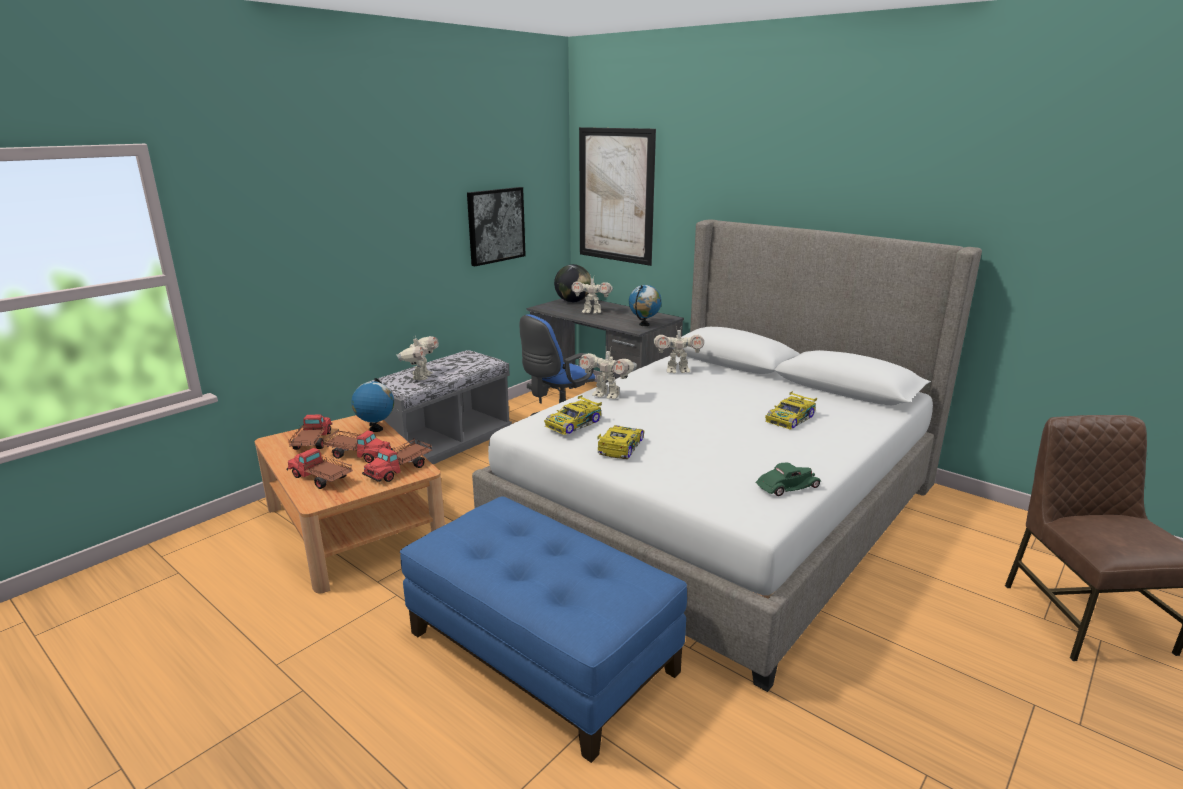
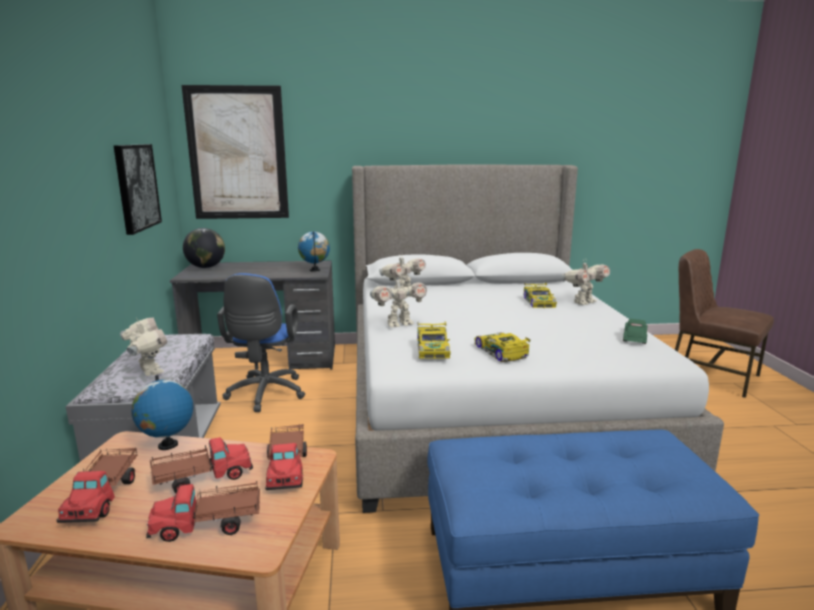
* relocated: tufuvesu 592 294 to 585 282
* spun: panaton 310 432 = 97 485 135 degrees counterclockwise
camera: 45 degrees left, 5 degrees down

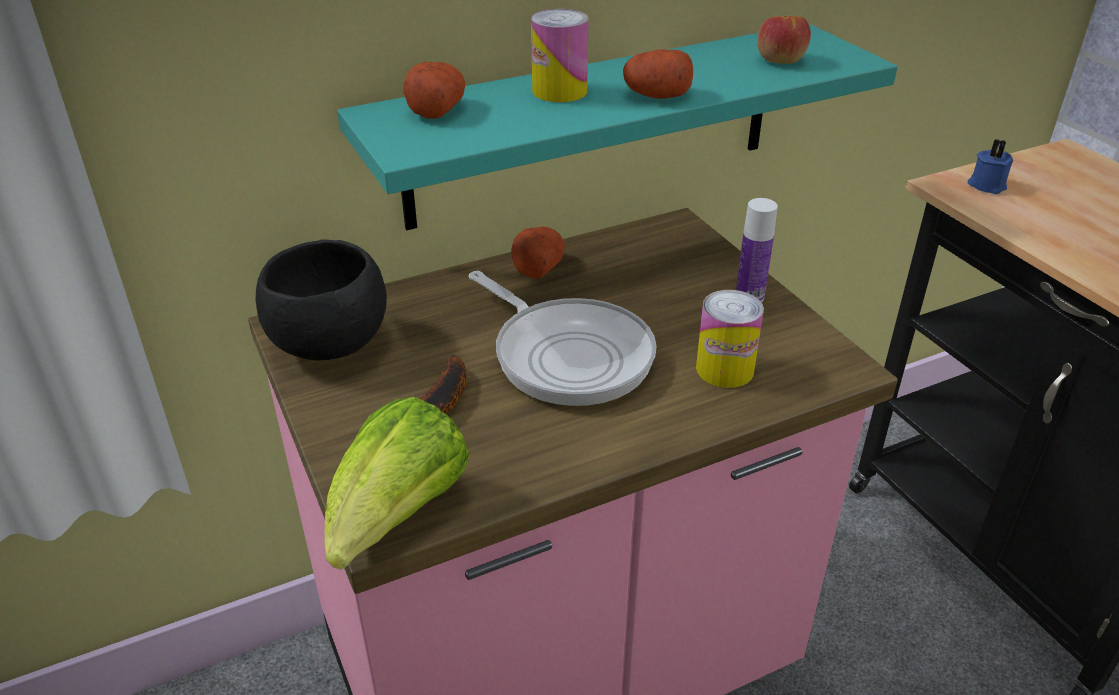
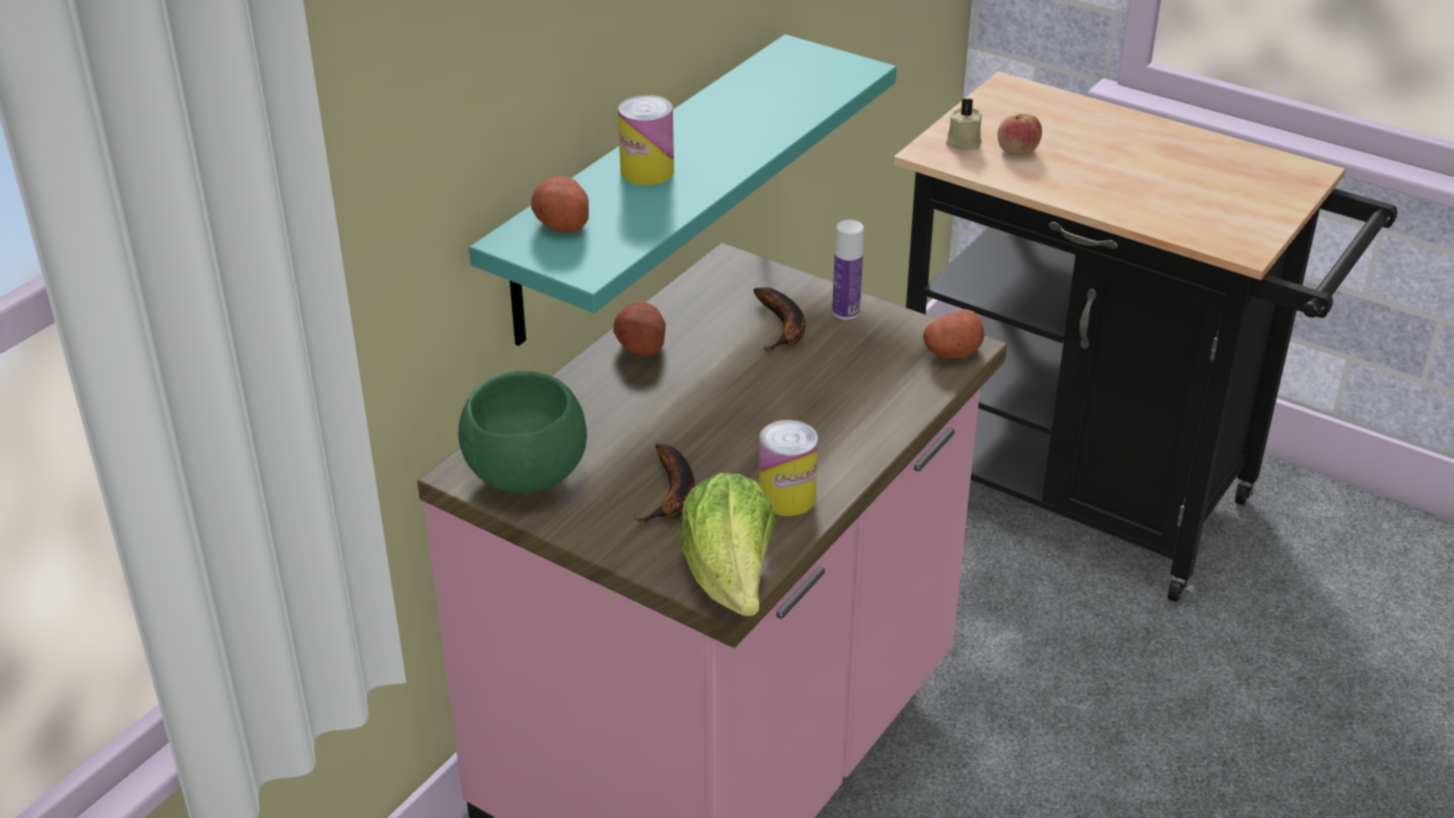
* missing: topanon 562 338
* appeared: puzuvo 779 319
* relocated: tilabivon 658 74 to 953 333
* relocated: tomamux 730 339 to 788 468
* relocated: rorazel 784 40 to 1019 134
* colour: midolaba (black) 321 299 to midolaba (green) 522 432
* colour: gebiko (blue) 990 166 to gebiko (beige) 964 124
camera: 30 degrees left, 0 degrees up

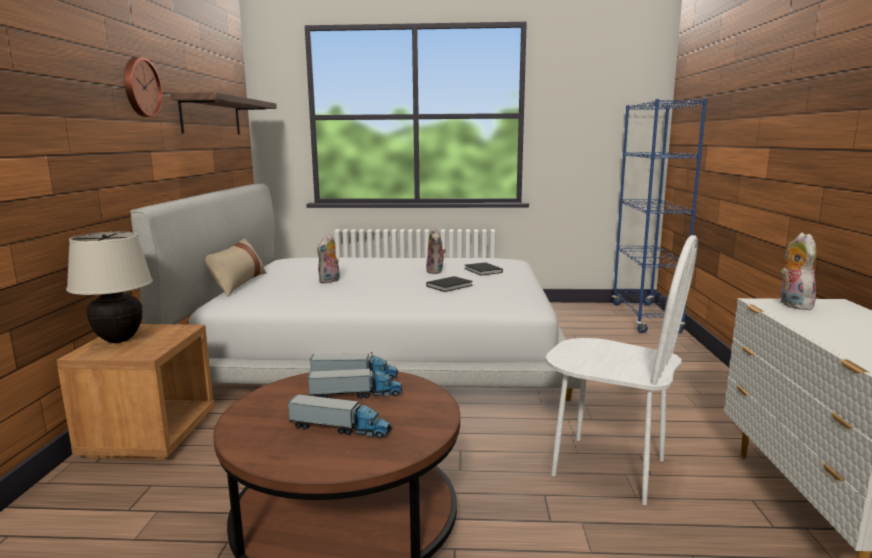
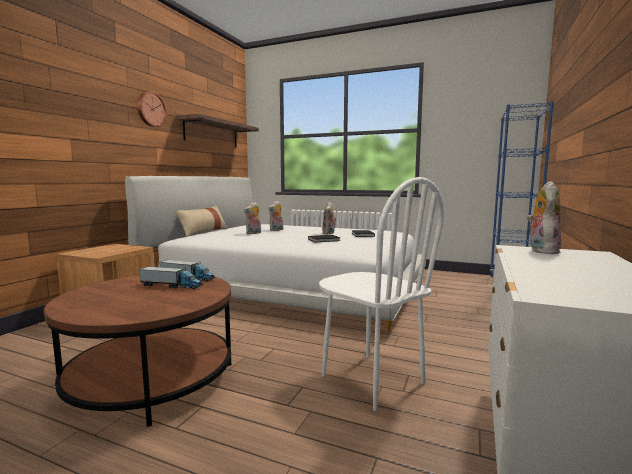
* missing: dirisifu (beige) 109 287
* missing: panaton 339 416
* appeared: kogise 275 216
camera: 20 degrees right, 5 degrees down

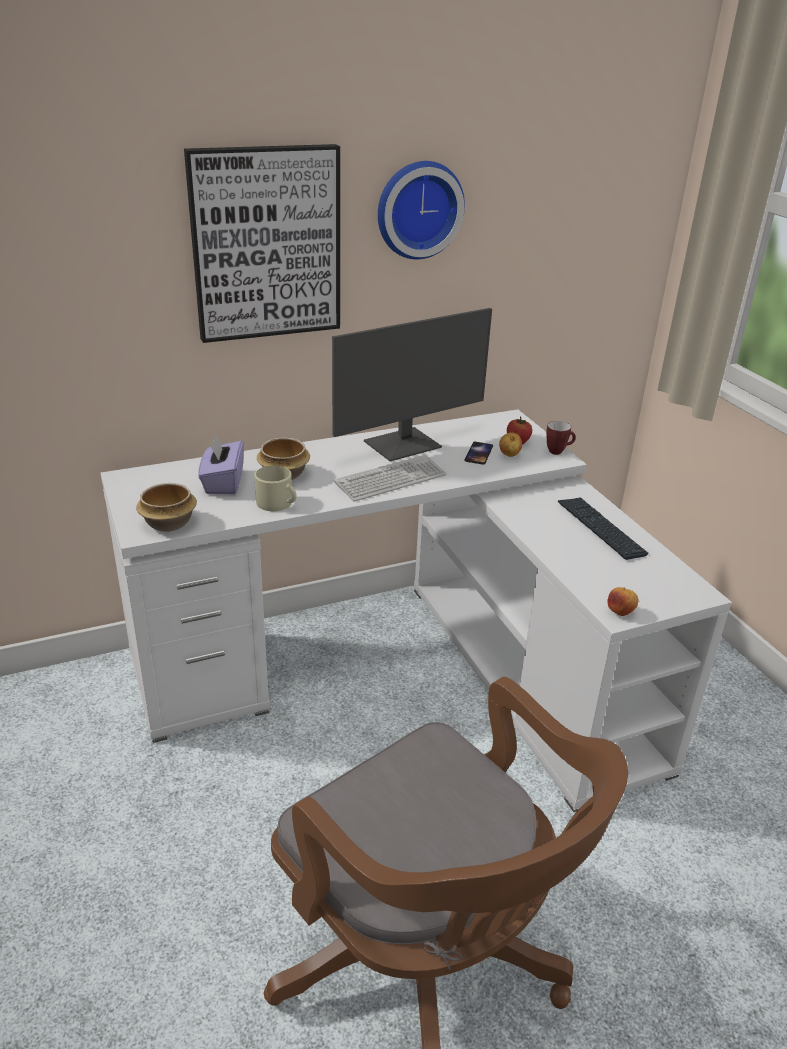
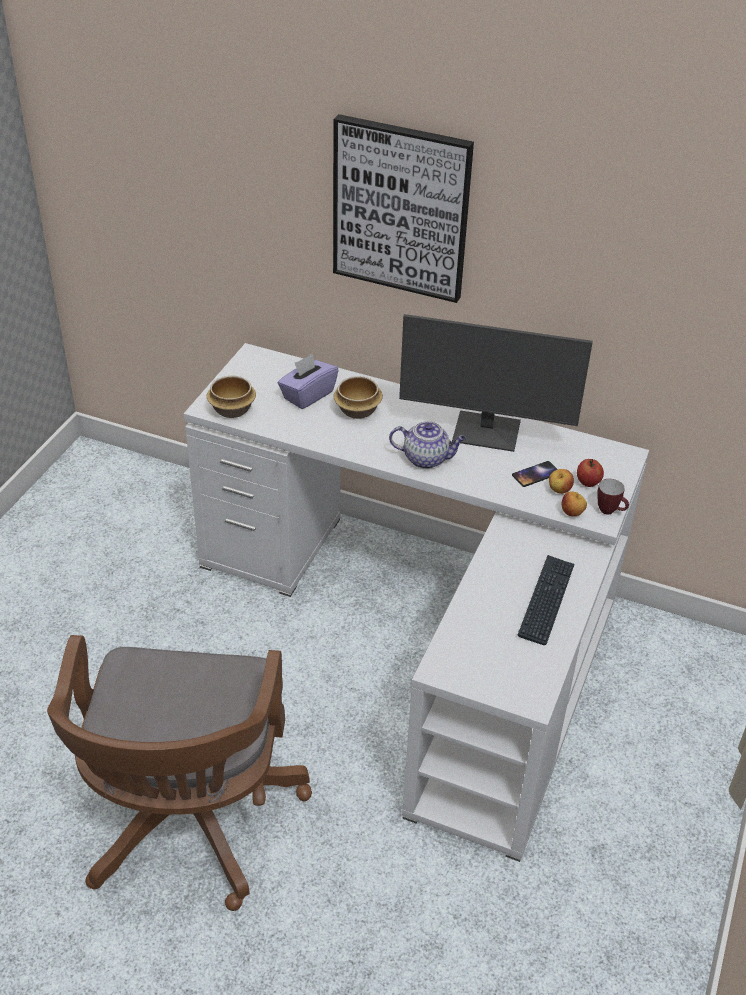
* missing: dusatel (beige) 275 488
* missing: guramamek 421 210
* relocated: rorazel 622 601 to 574 503
* exchanged: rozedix 390 478 to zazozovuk 427 445
camera: 45 degrees right, 10 degrees up

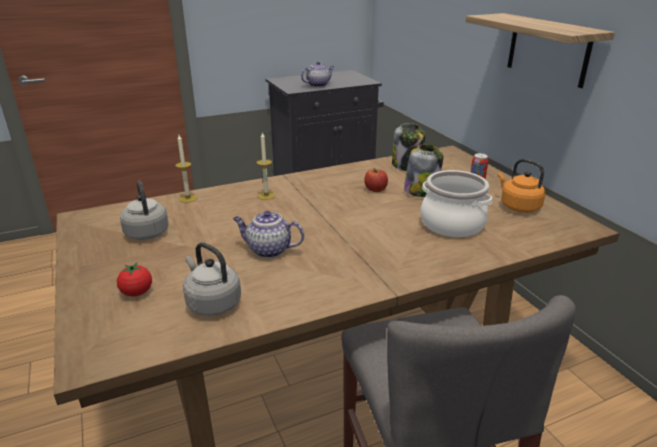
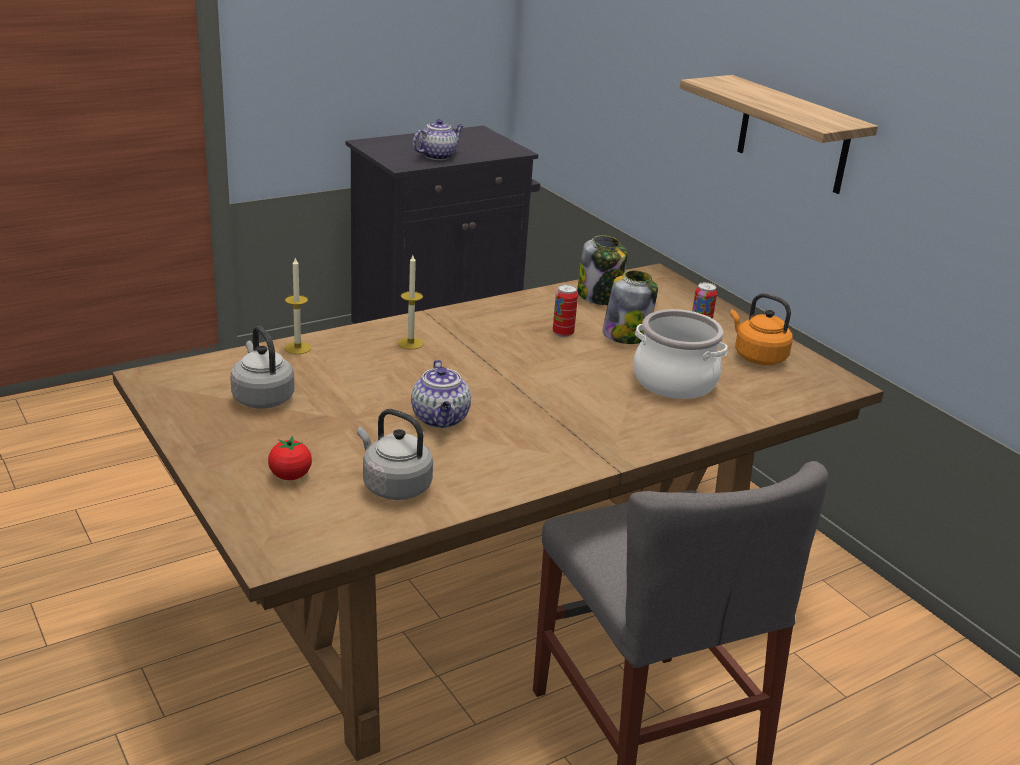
* exchanged: rorazel 376 180 to tomamux 565 310
* spun: zazozovuk 268 234 = 441 394 105 degrees counterclockwise
camera: 10 degrees left, 0 degrees up

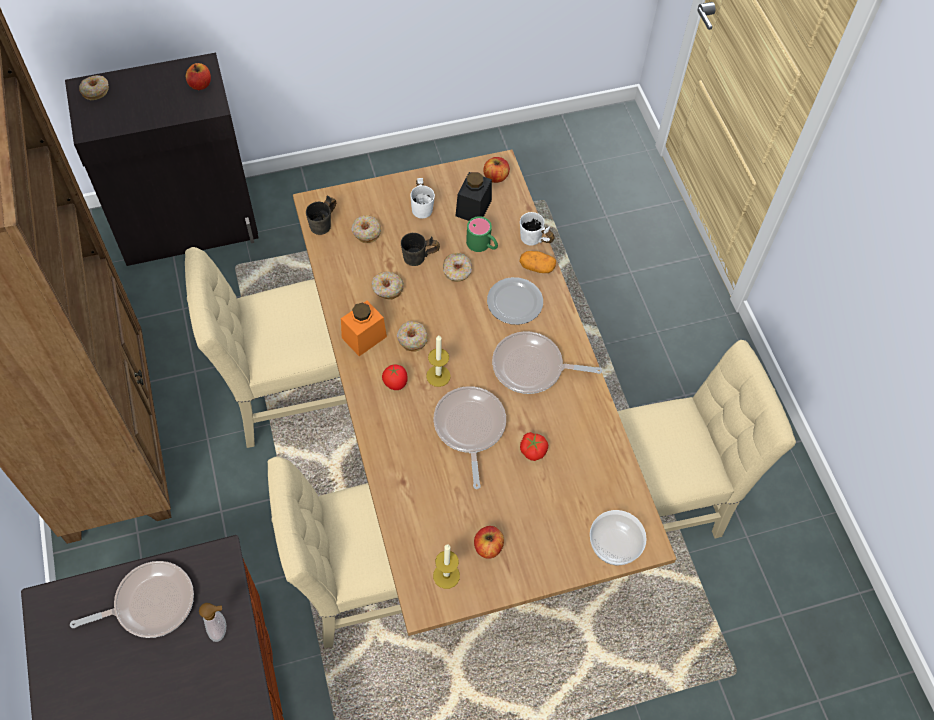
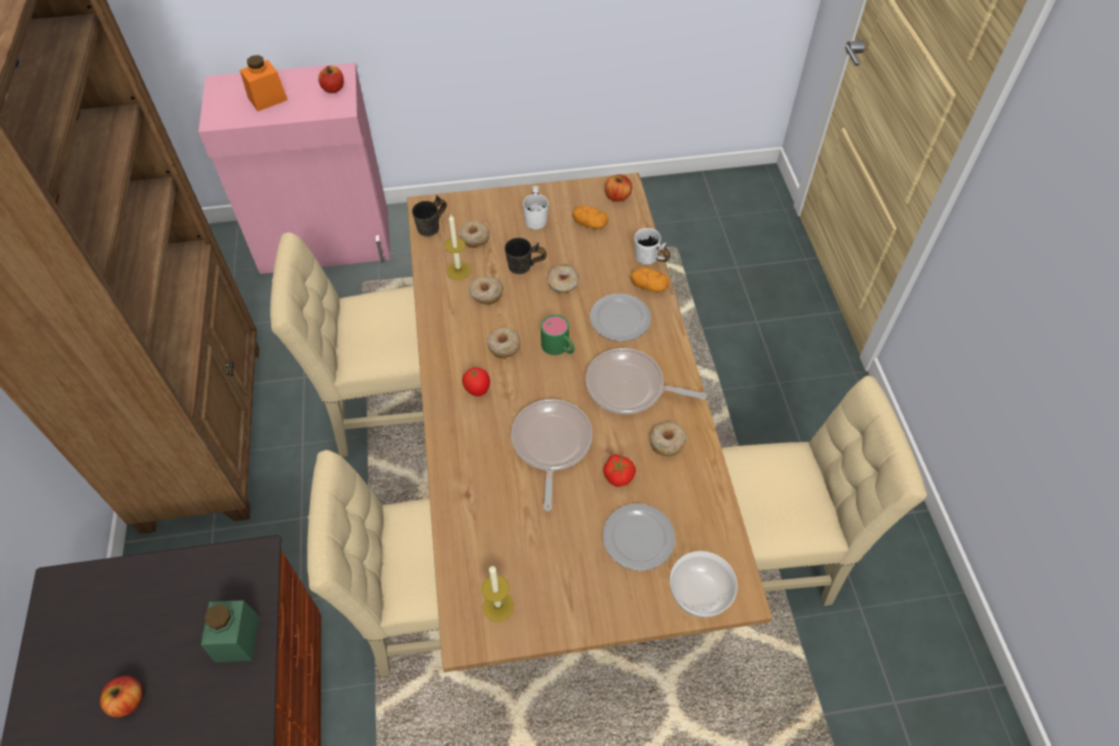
* missing: topanon 132 599
* appeared: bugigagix 639 537
* relocated: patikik 94 87 to 668 439
* relocated: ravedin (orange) 364 328 to 263 83
* relocated: gebiko 438 361 to 457 247
* relocated: dusatel (green) 482 234 to 558 335
* relocated: rorazel 489 542 to 121 696
* exchanged: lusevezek 212 622 to ravedin (green) 230 631
* exchanged: ravedin (black) 474 196 to tilabivon 590 217
* colour: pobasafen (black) 161 159 to pobasafen (pink) 294 168
camera: 10 degrees right, 5 degrees down

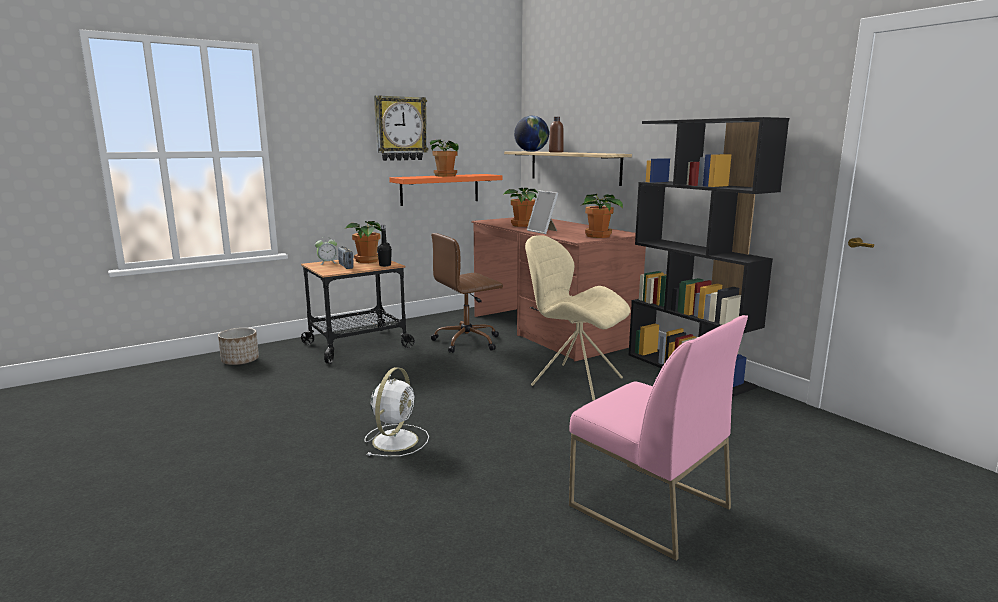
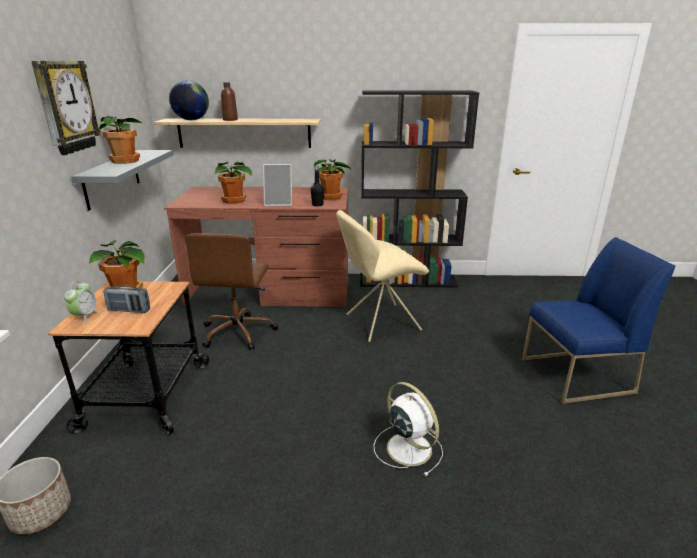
* relocated: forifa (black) 384 246 to 317 186
* colour: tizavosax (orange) 446 190 to tizavosax (grey) 122 180
* colour: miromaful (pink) 658 438 to miromaful (blue) 598 320
camera: 55 degrees left, 10 degrees up

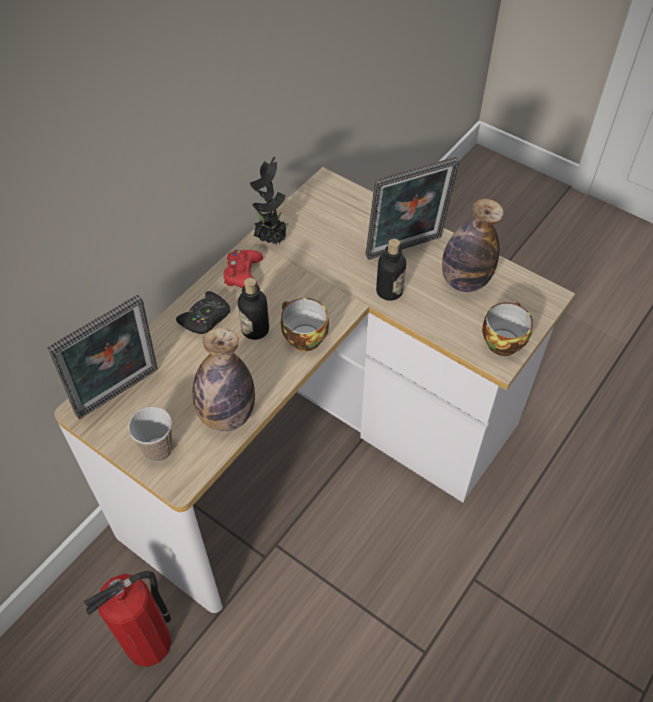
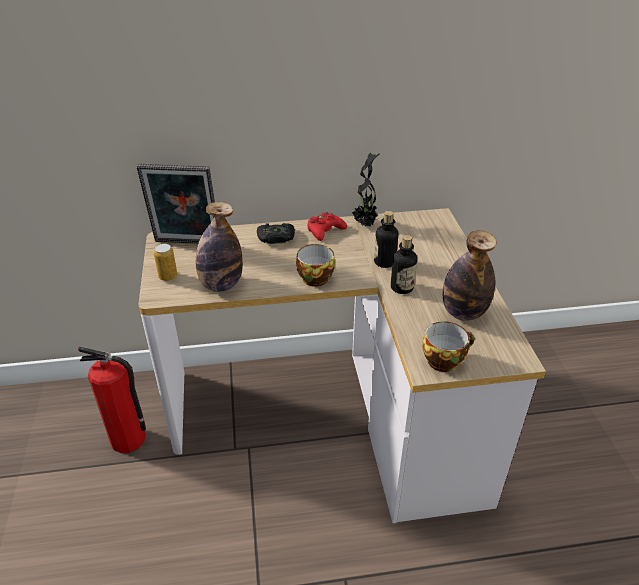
* missing: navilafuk 413 208
* relocated: forifa 253 309 to 386 239
* exchanged: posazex 150 434 to tomamux 165 262
camera: 45 degrees right, 15 degrees down

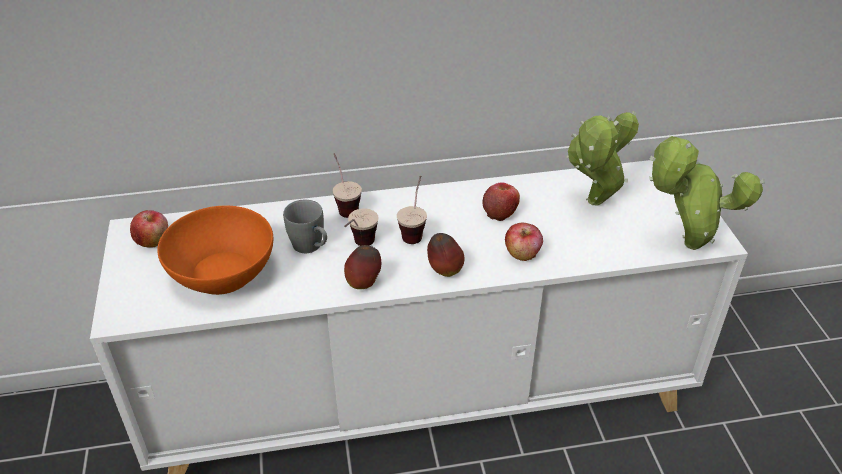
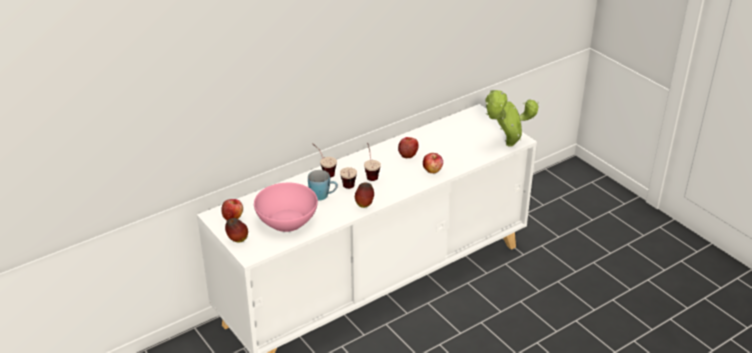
* missing: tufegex 603 158
* relocated: rorazel 445 255 to 236 230
* colour: midolaba (orange) 215 250 to midolaba (pink) 286 207
* colour: dusatel (grey) 305 226 to dusatel (blue) 323 185
camera: 25 degrees left, 5 degrees down

